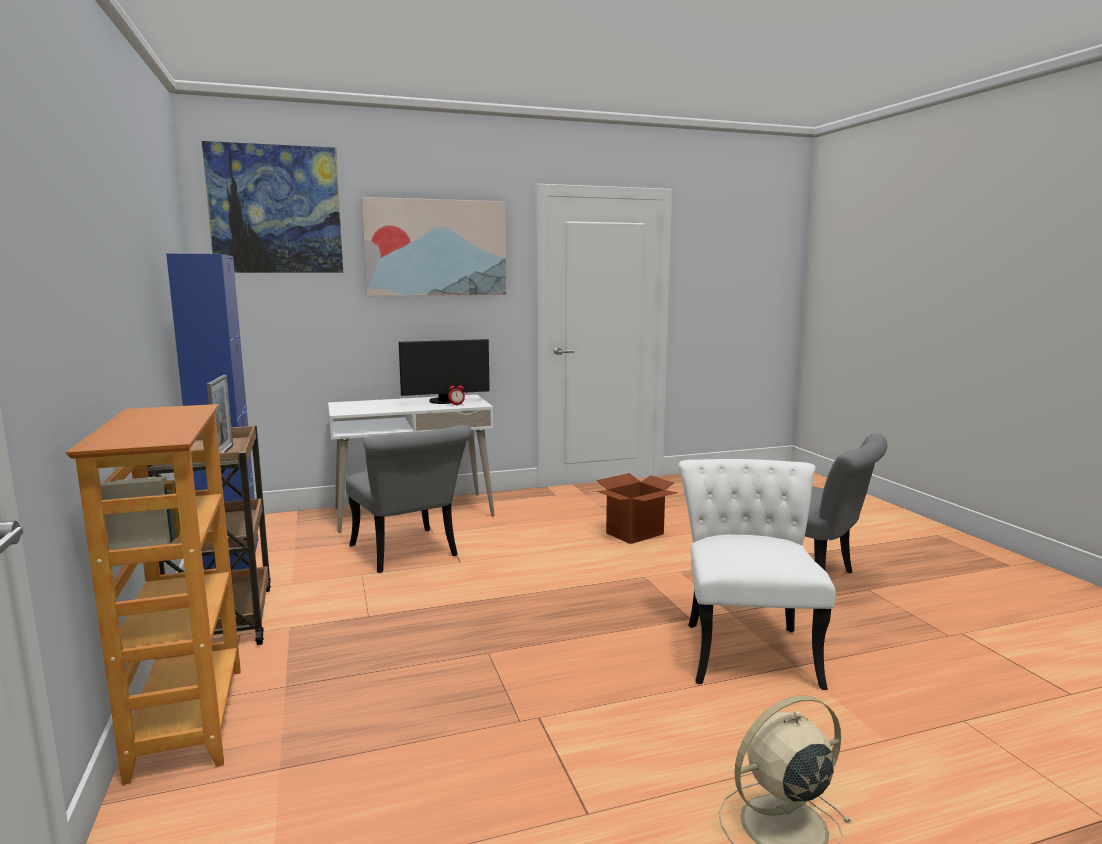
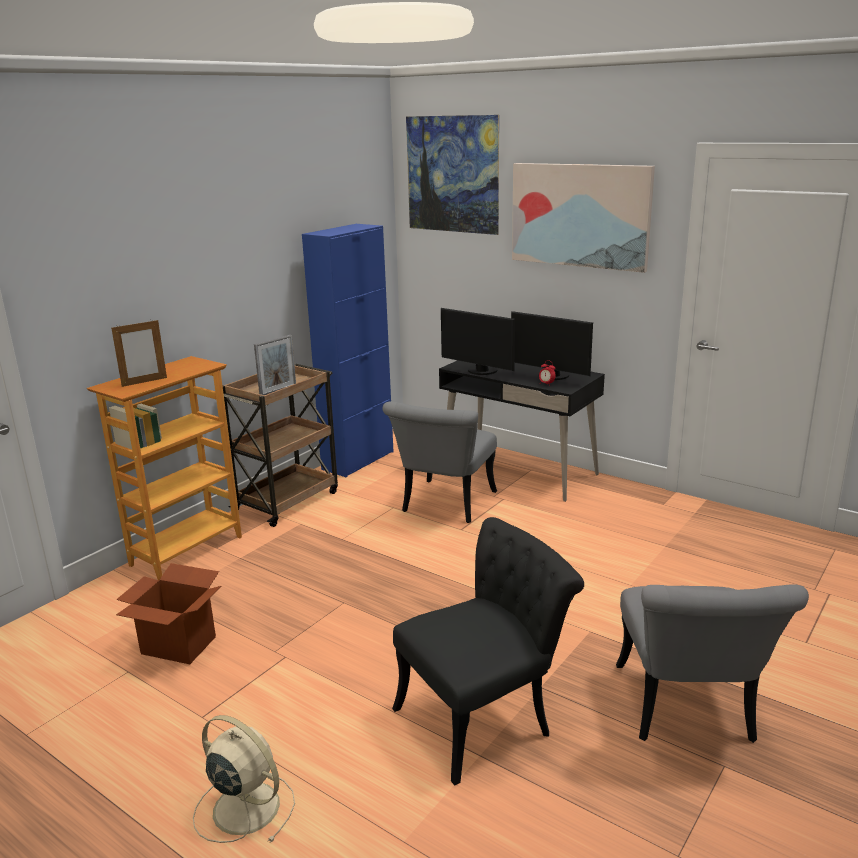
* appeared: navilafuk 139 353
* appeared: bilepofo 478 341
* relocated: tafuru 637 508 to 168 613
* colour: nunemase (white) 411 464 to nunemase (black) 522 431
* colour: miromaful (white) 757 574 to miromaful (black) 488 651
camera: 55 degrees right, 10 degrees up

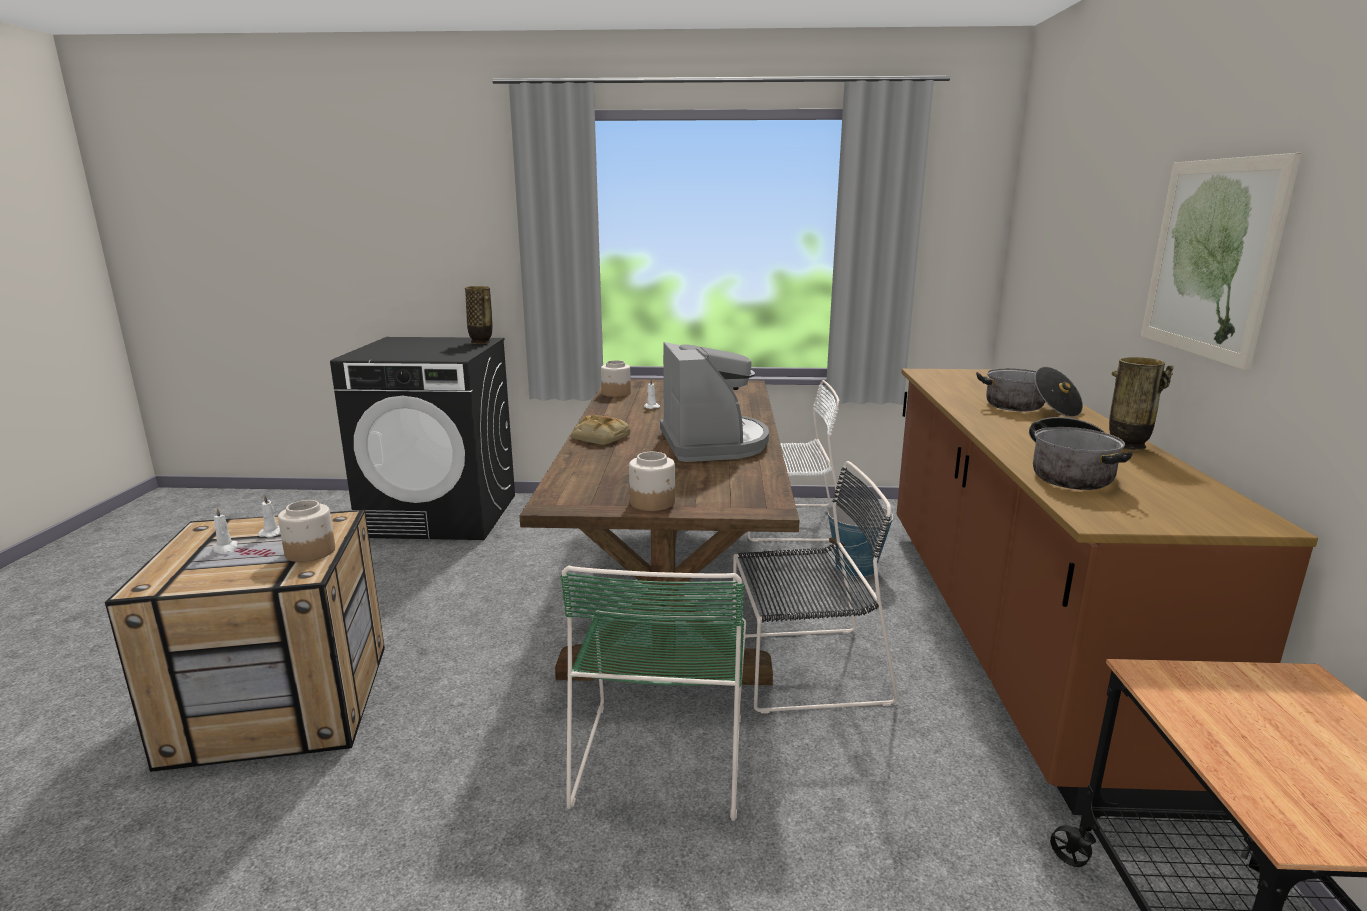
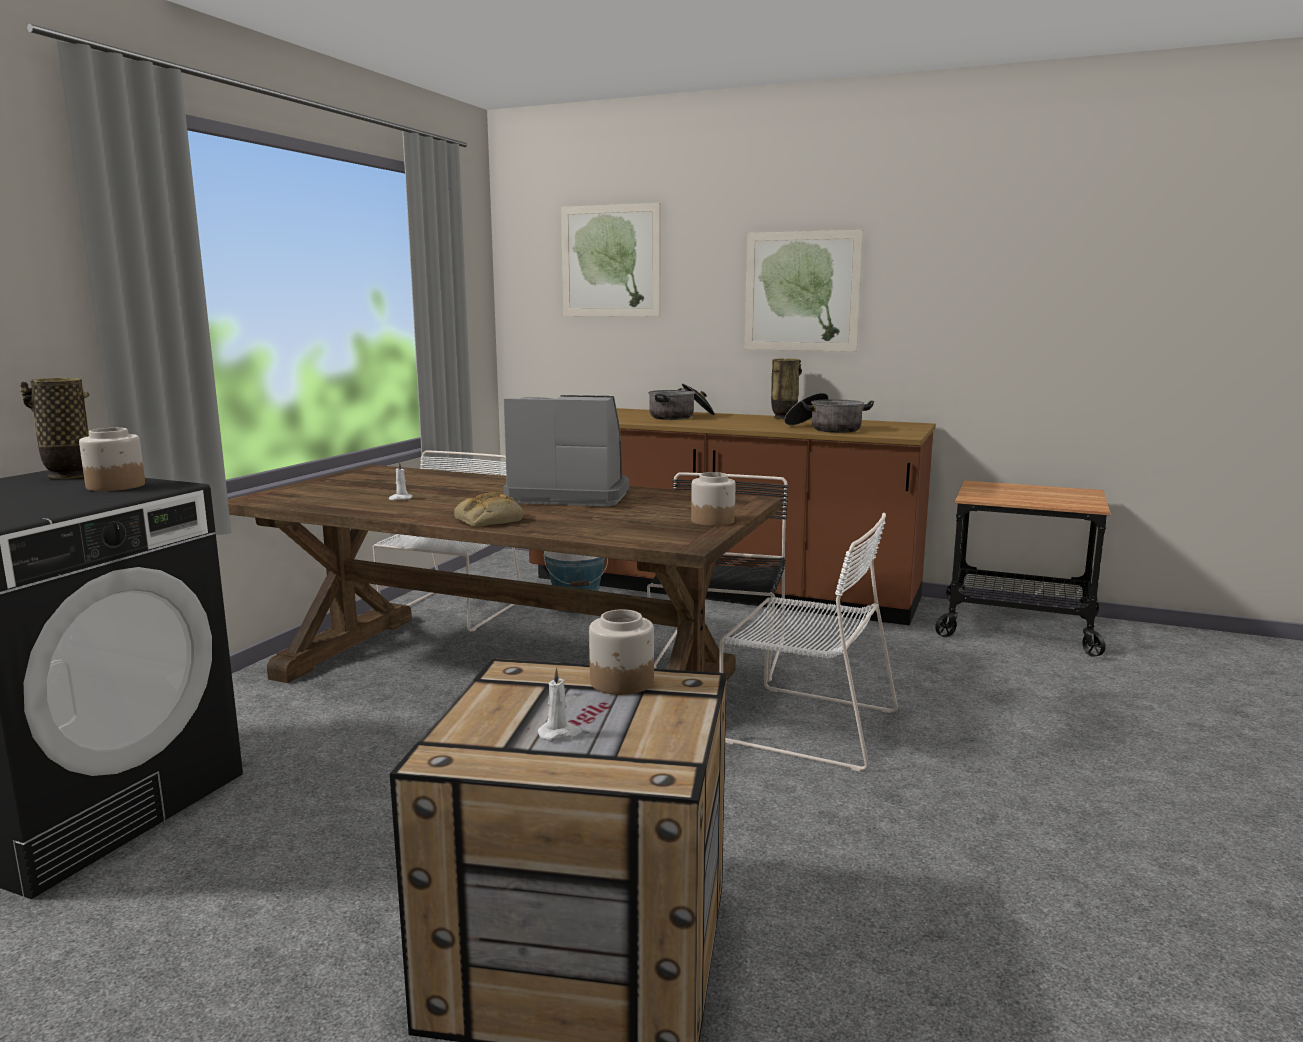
* missing: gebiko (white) 269 516
* appeared: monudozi 611 260
* relocated: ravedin 616 378 to 112 459
* colour: miromaful (green) 653 693 to miromaful (white) 808 642
camera: 70 degrees left, 5 degrees down

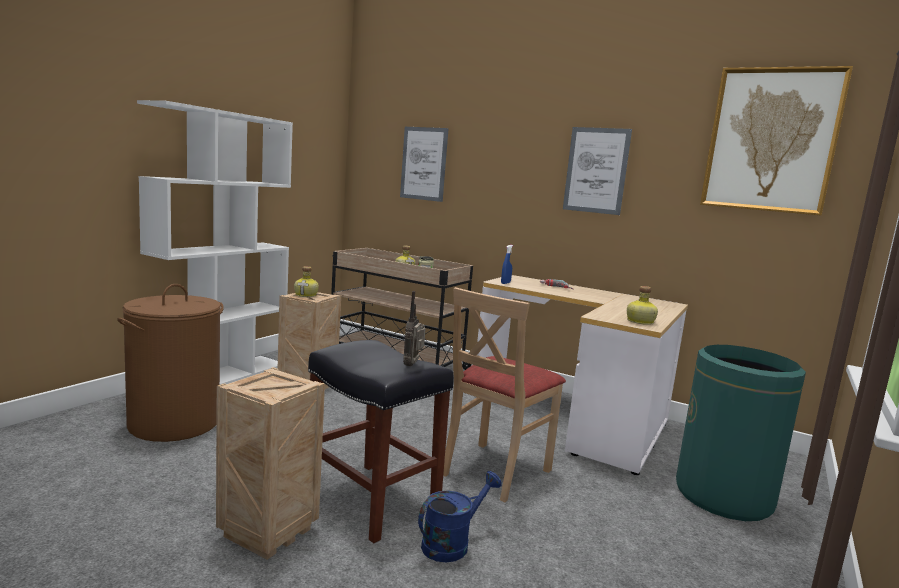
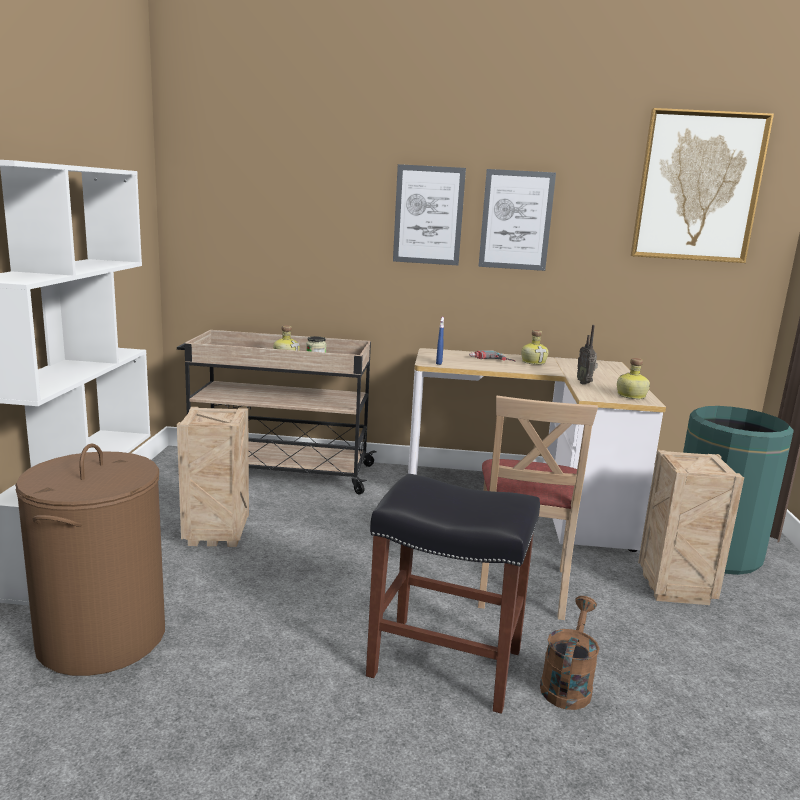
* relocated: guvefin 270 463 to 691 527
* relocated: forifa 306 281 to 535 347
* relocated: monudozi 424 164 to 429 214
* relocated: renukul 414 328 to 587 354
* colour: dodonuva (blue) 460 516 to dodonuva (brown) 569 653
camera: 25 degrees left, 5 degrees up

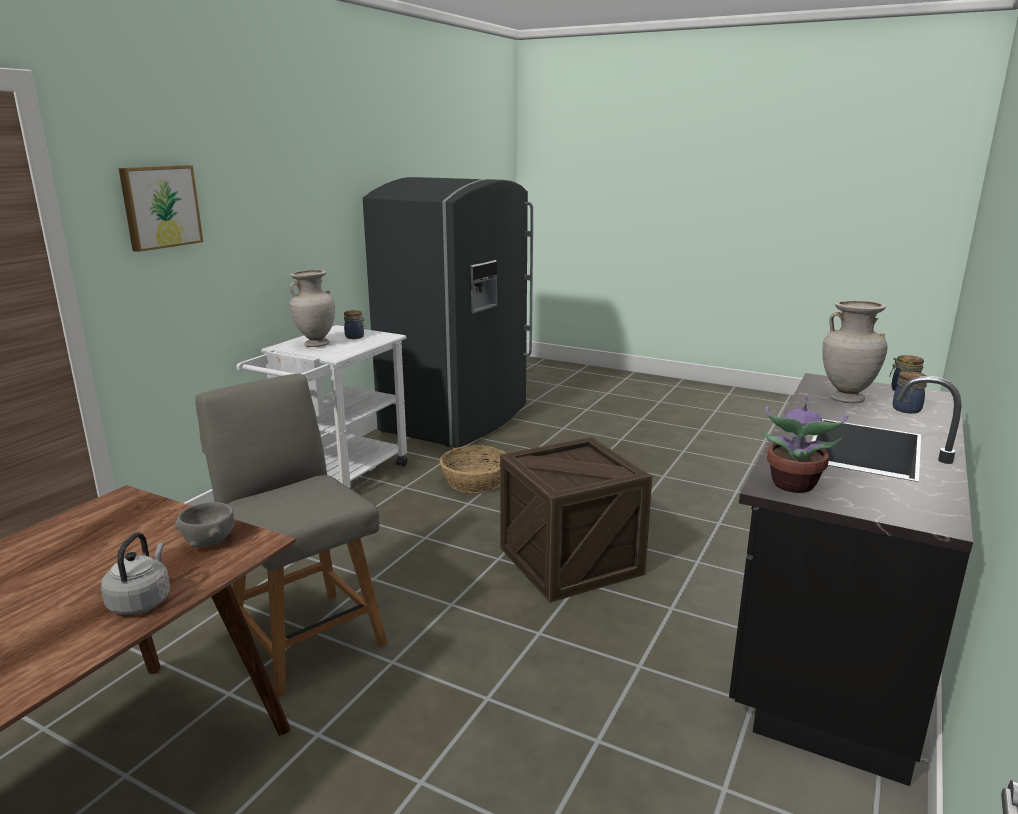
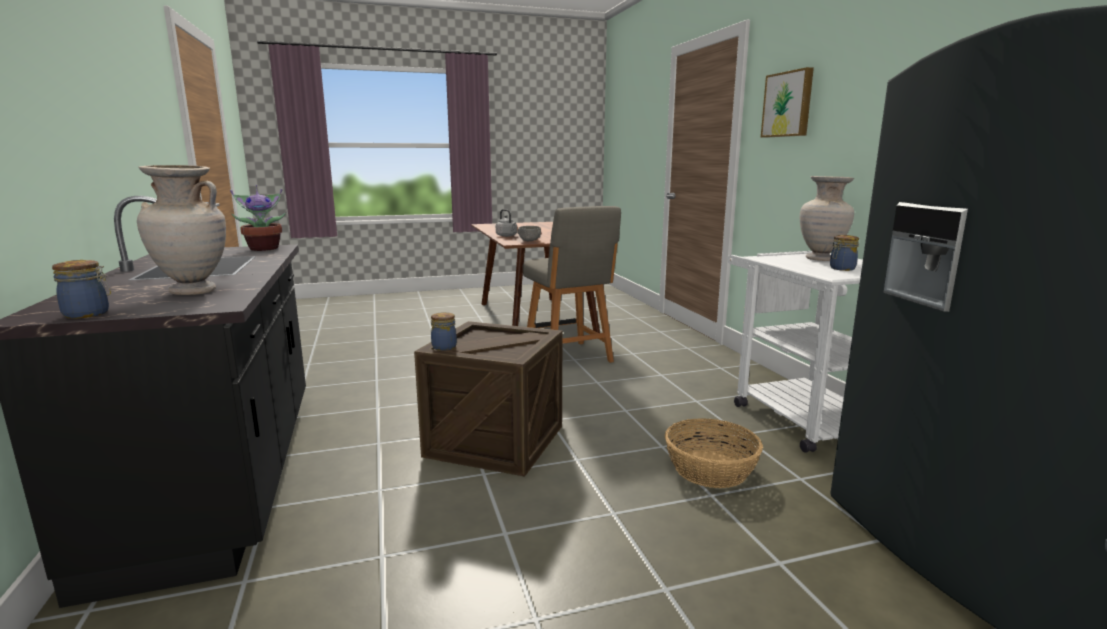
* relocated: ravedin 910 392 to 444 331
* spun: miromaful (grey) 291 535 = 572 284 60 degrees clockwise
camera: 135 degrees right, 5 degrees down

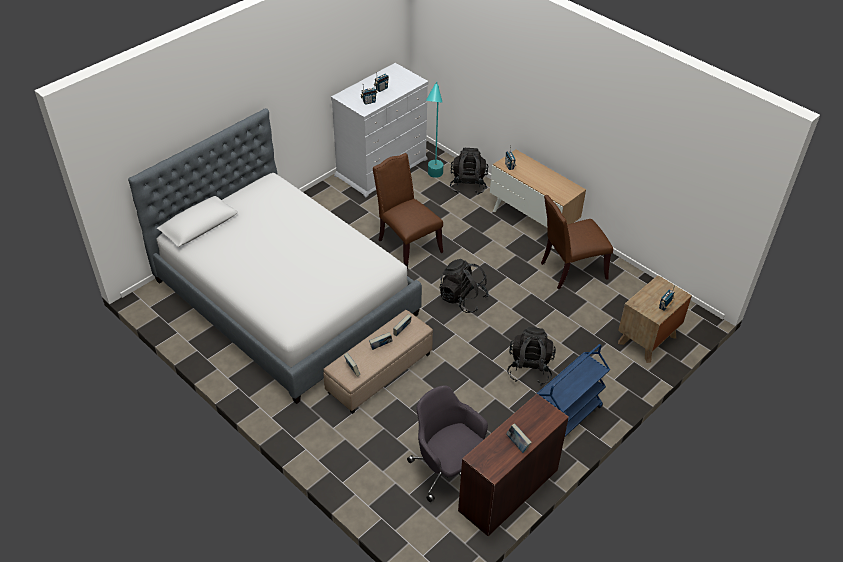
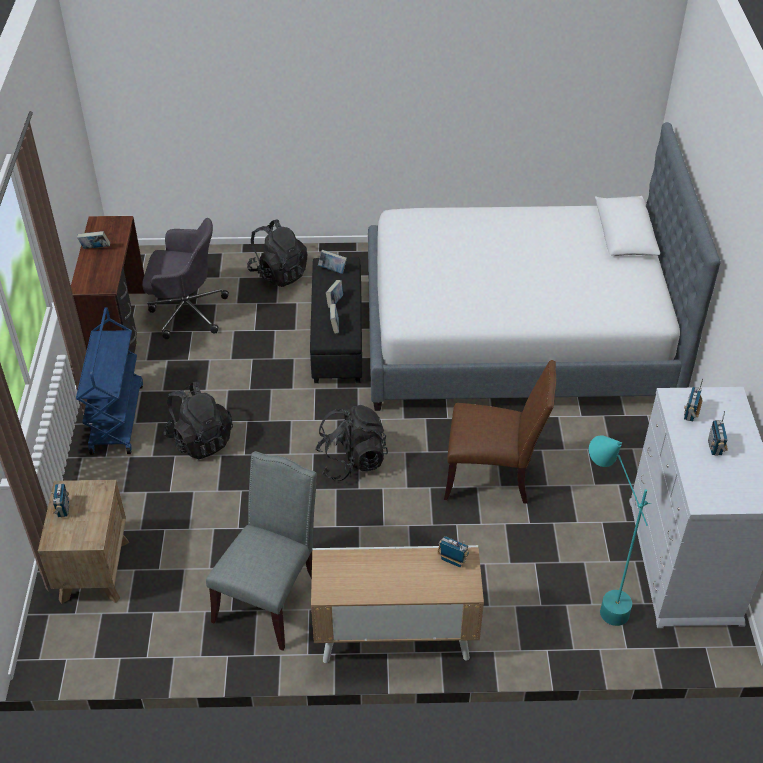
* relocated: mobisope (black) 469 171 to 277 253
* colour: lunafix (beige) 378 362 to lunafix (black) 336 320
* colour: miromaful (brown) 577 242 to miromaful (grey) 261 551
camera: 135 degrees right, 0 degrees up

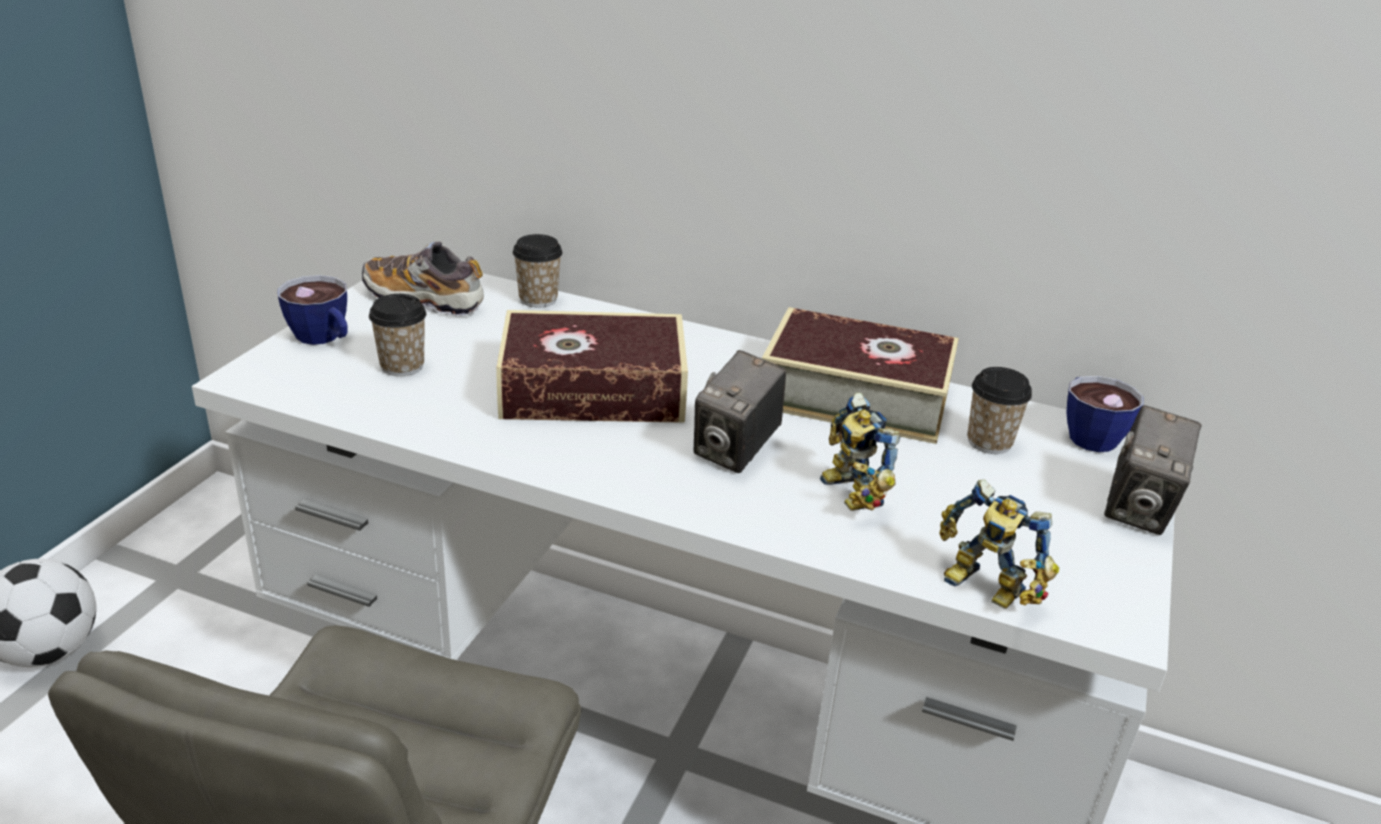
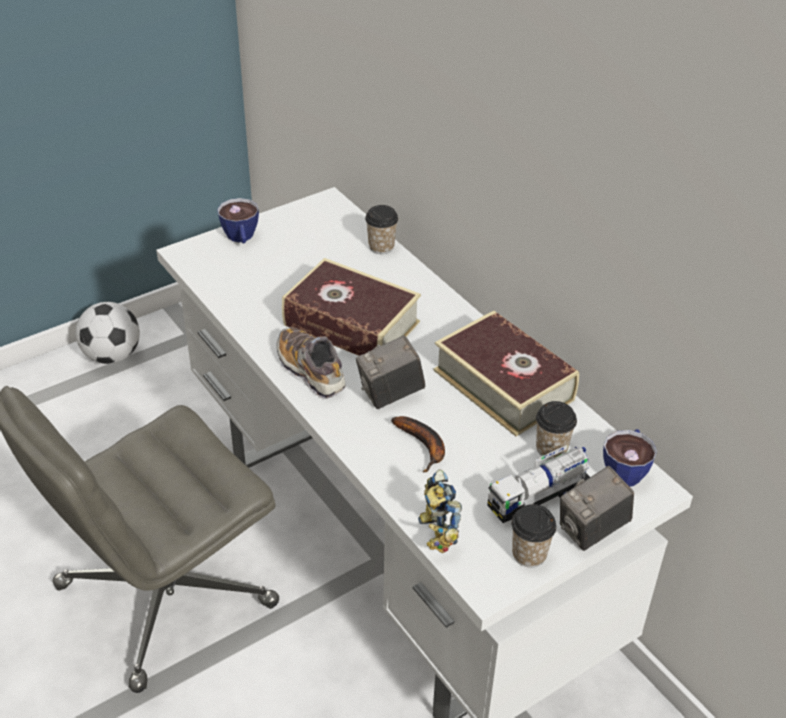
* appeared: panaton 538 483
* relocated: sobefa 423 279 to 311 363
* relocated: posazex 398 335 to 534 536
* exchanged: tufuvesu 860 451 to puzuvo 418 444
camera: 35 degrees right, 10 degrees up

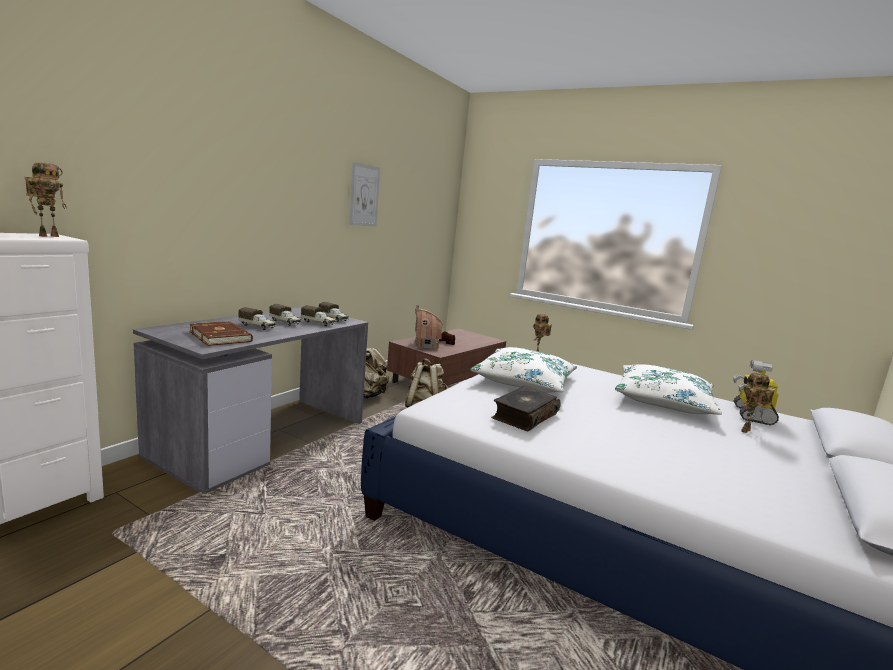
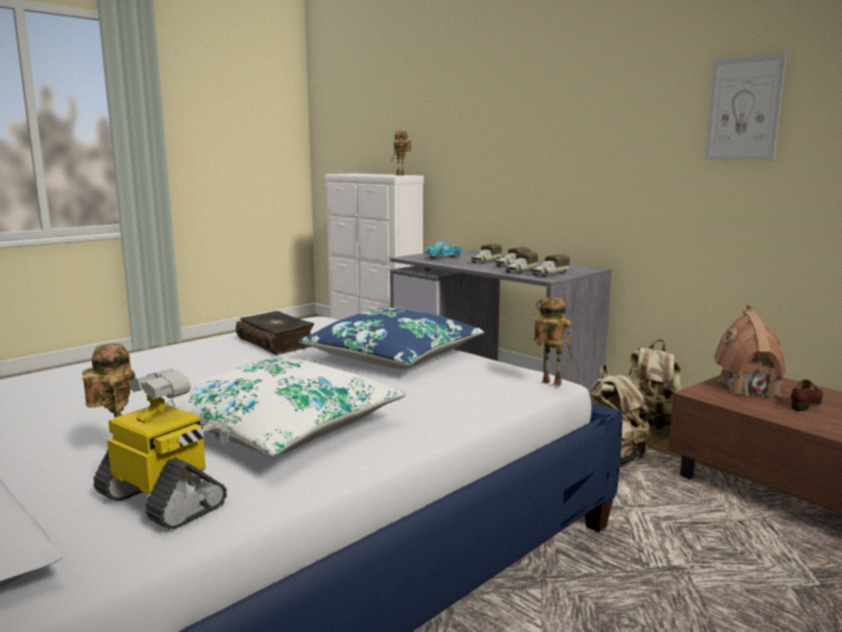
* exchanged: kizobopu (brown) 221 333 to panaton 443 250
* colour: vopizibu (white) 523 370 to vopizibu (blue) 391 338
camera: 105 degrees right, 0 degrees up

